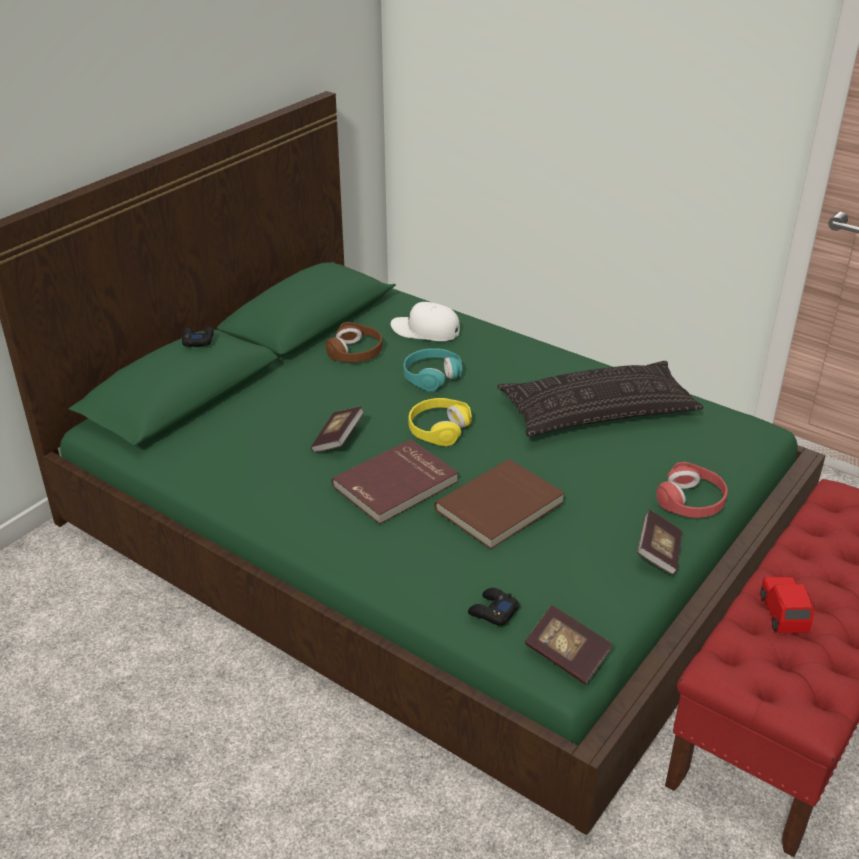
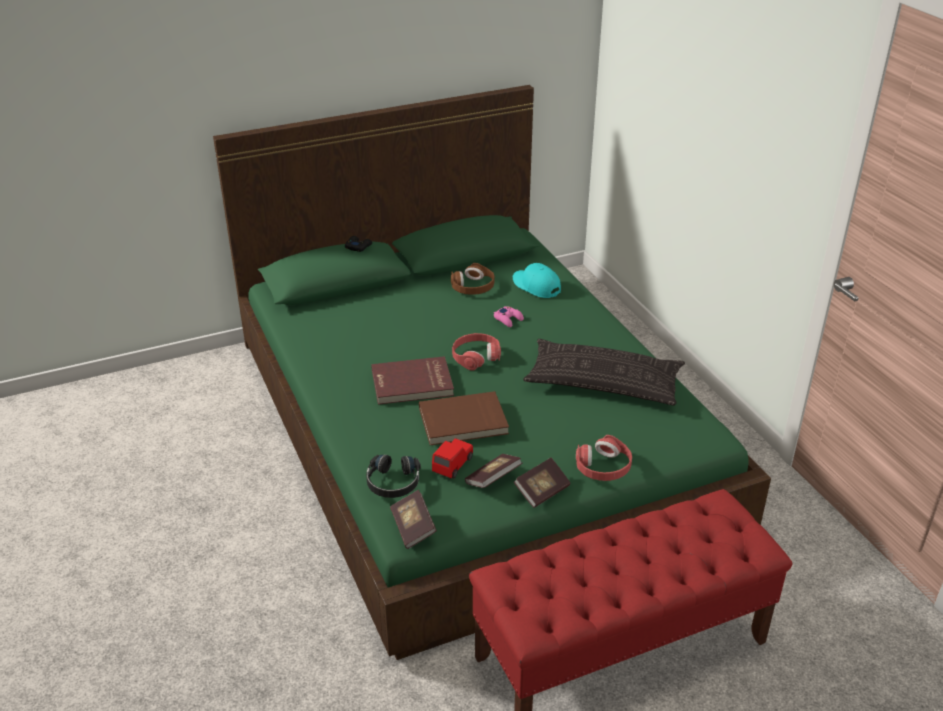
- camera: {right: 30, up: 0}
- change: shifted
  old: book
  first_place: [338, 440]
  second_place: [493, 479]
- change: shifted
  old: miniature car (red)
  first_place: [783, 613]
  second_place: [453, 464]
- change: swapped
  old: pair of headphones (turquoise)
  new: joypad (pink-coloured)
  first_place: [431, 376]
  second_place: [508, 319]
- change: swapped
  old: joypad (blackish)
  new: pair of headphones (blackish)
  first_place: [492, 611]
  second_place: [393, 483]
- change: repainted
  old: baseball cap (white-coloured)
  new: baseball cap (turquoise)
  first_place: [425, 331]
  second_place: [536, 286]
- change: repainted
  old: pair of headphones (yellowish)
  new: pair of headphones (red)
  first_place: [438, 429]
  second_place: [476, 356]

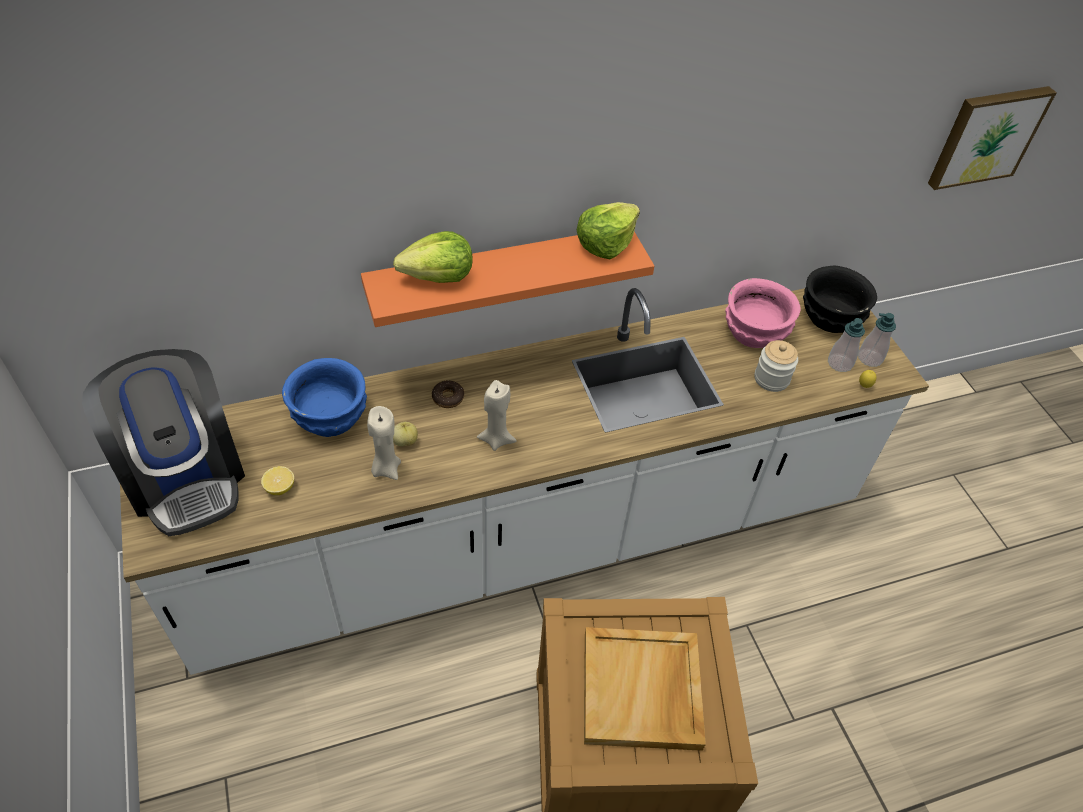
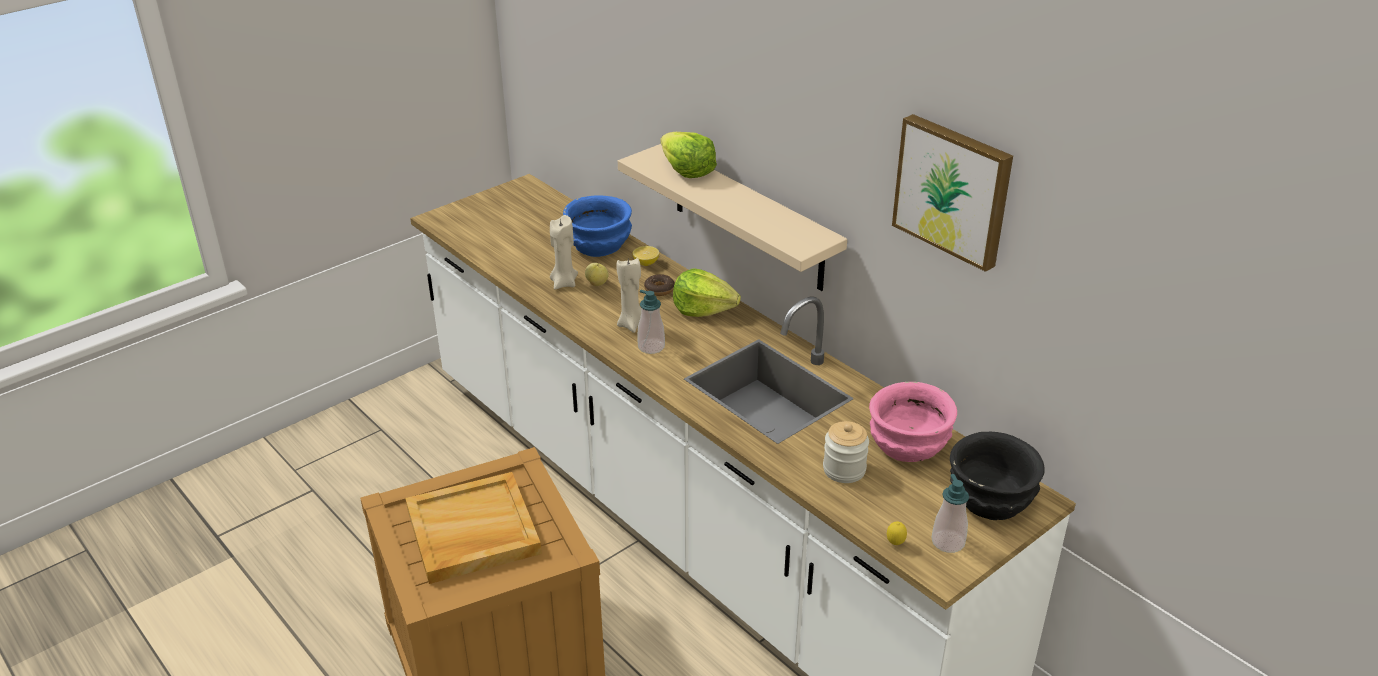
- camera: {right: 70, up: -15}
- change: gone
  old: coffee maker
  first_place: [185, 475]
- change: shifted
  old: lemon
  first_place: [280, 488]
  second_place: [646, 263]
- change: shifted
  old: head of lettuce
  first_place: [606, 243]
  second_place: [703, 309]
- change: shifted
  old: soap bottle
  first_place: [839, 363]
  second_place: [651, 347]
- change: shifted
  old: wall art
  first_place: [986, 136]
  second_place: [954, 190]
- change: repainted
  old: wall shelf (orangey)
  new: wall shelf (beige)
  first_place: [500, 275]
  second_place: [748, 218]

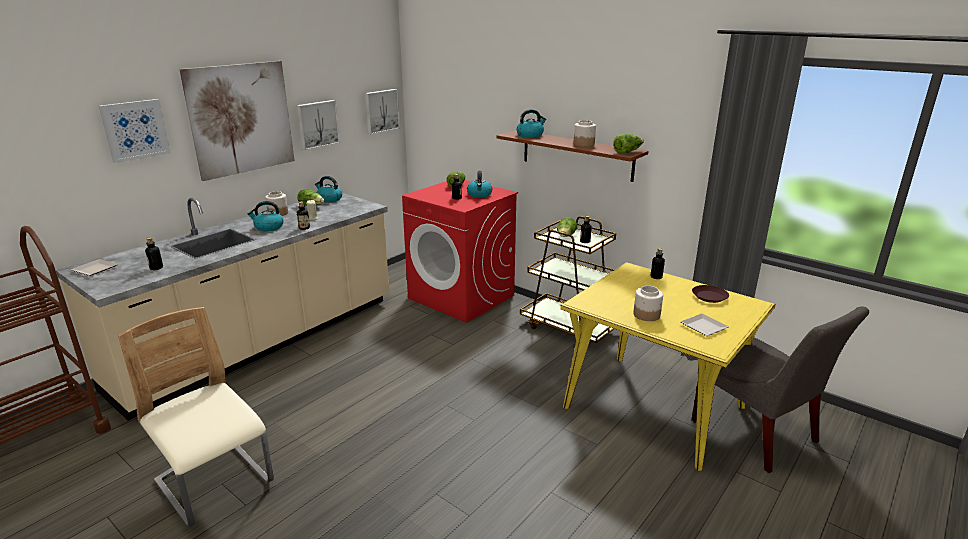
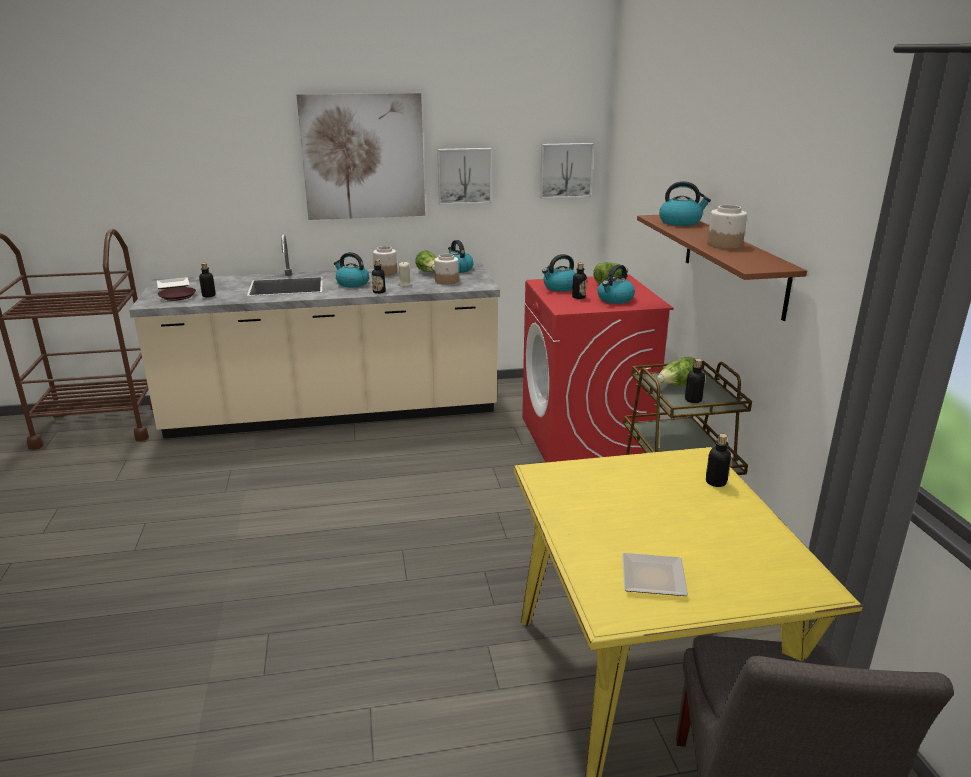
- camera: {right: 40, up: 0}
- change: gone
  old: wall art
  first_place: [135, 130]
- change: gone
  old: chair (beige)
  first_place: [215, 483]
- change: gone
  old: head of lettuce
  first_place: [627, 152]
- change: new
  new: tea kettle
  second_place: [560, 287]
- change: shifted
  old: jar
  first_place: [647, 315]
  second_place: [447, 281]
- change: shifted
  old: dinner plate (brown)
  first_place: [709, 296]
  second_place: [178, 296]

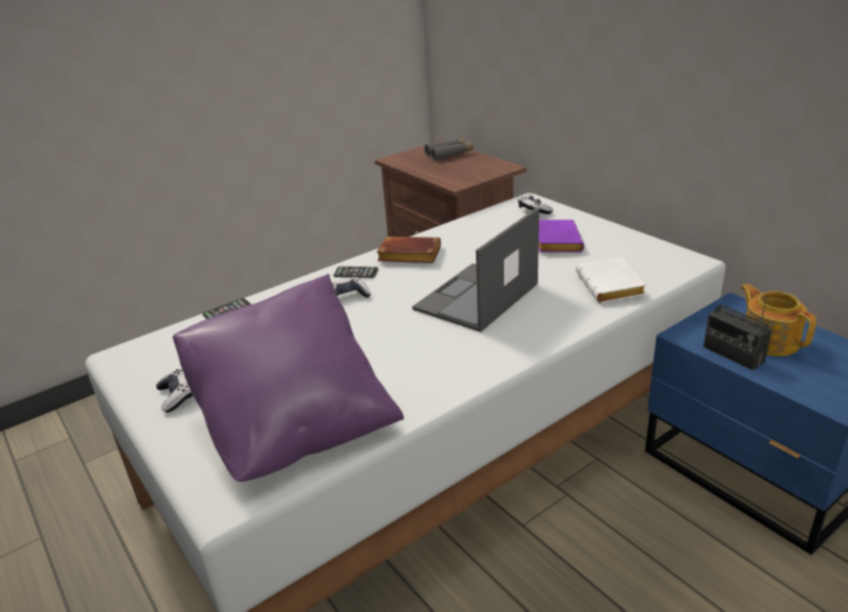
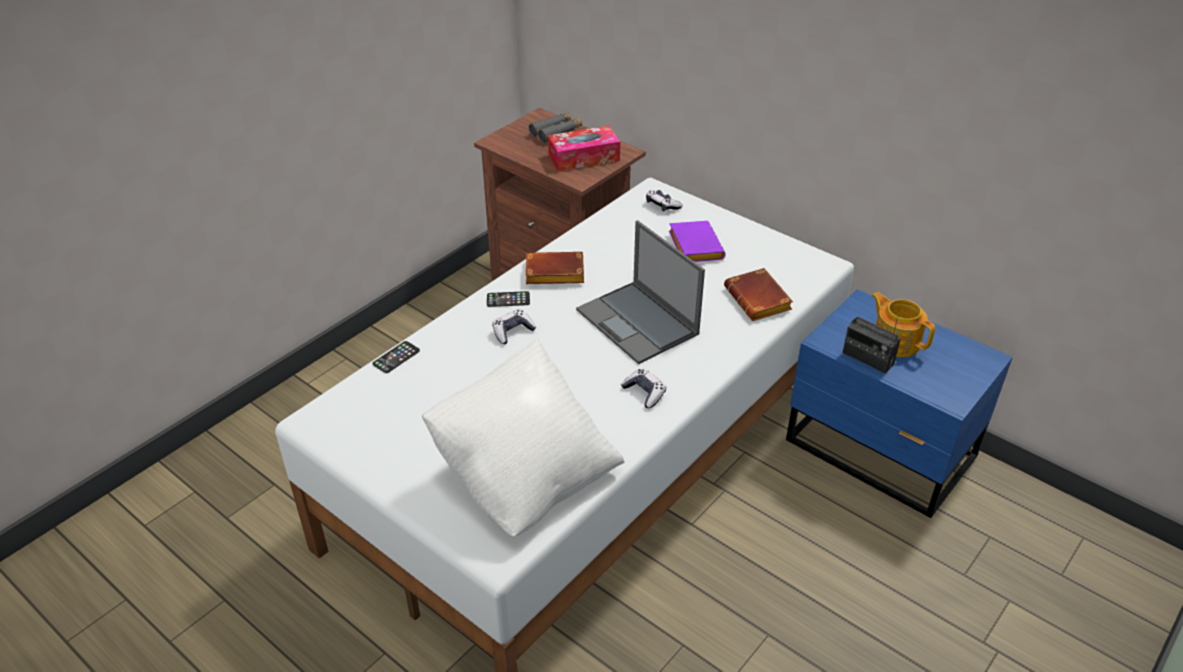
- camera: {right: -15, up: 10}
- change: new
  new: box of tissues
  second_place: [584, 158]
- change: shifted
  old: joypad
  first_place: [177, 396]
  second_place: [644, 393]
- change: repainted
  old: cushion (purple-coloured)
  new: cushion (white-coloured)
  first_place: [295, 425]
  second_place: [525, 476]
- change: repainted
  old: book (white-coloured)
  new: book (brown)
  first_place: [612, 286]
  second_place: [760, 300]
- change: rotated
  old: portable computer
  first_place: [476, 297]
  second_place: [638, 322]
  degrees: -60

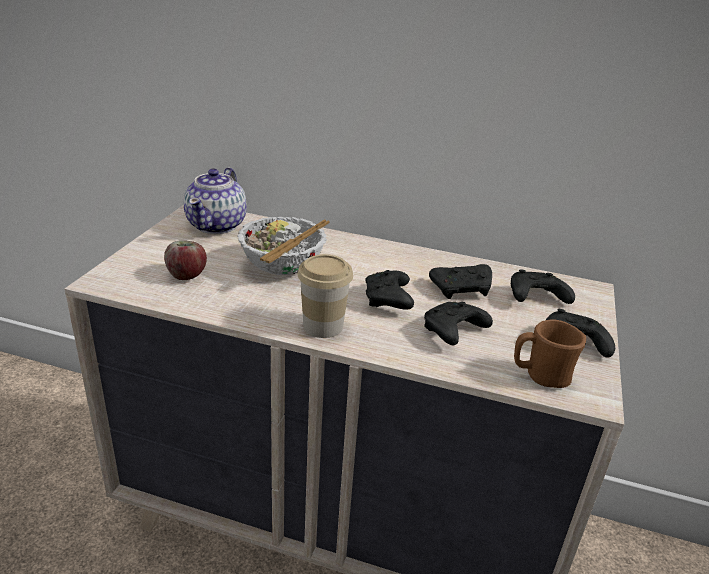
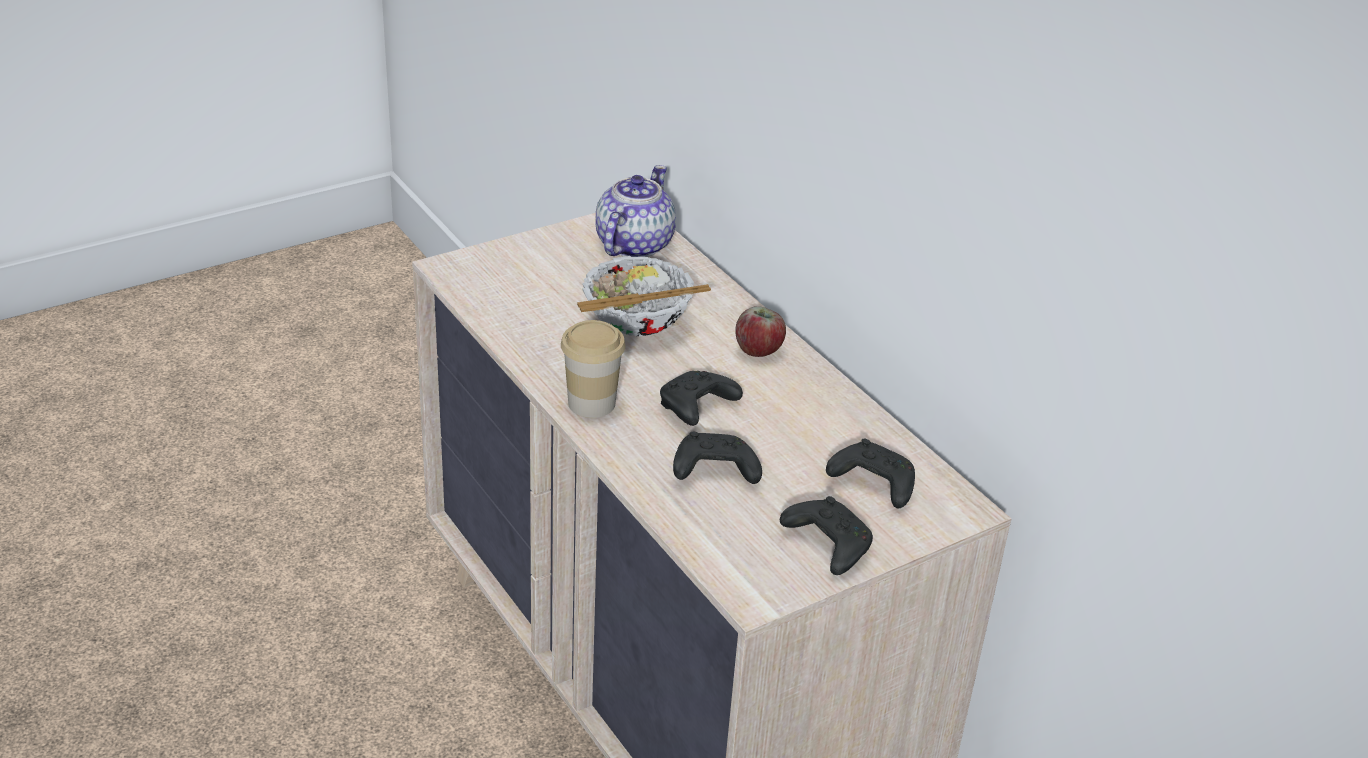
- camera: {right: 40, up: 5}
- change: gone
  old: joypad (blackish)
  first_place: [462, 289]
- change: gone
  old: tea mug (brown)
  first_place: [541, 376]
- change: shifted
  old: apple fruit
  first_place: [187, 275]
  second_place: [758, 350]
- change: rotated
  old: pot for tea
  first_place: [217, 225]
  second_place: [633, 245]
  degrees: 150

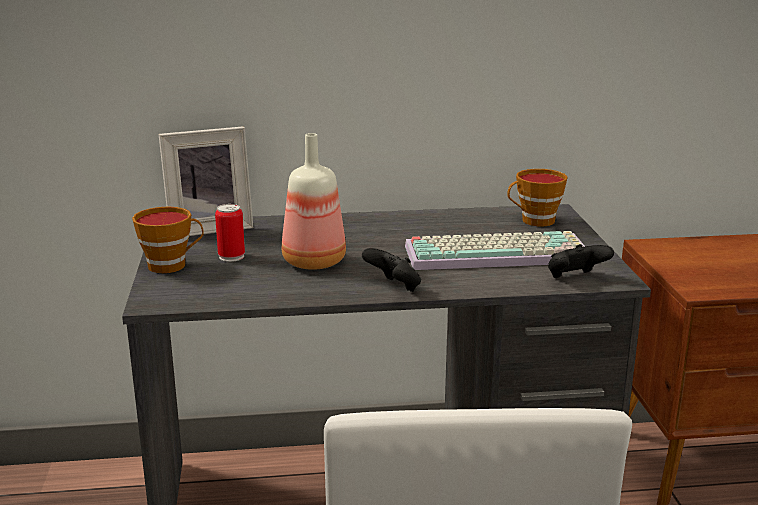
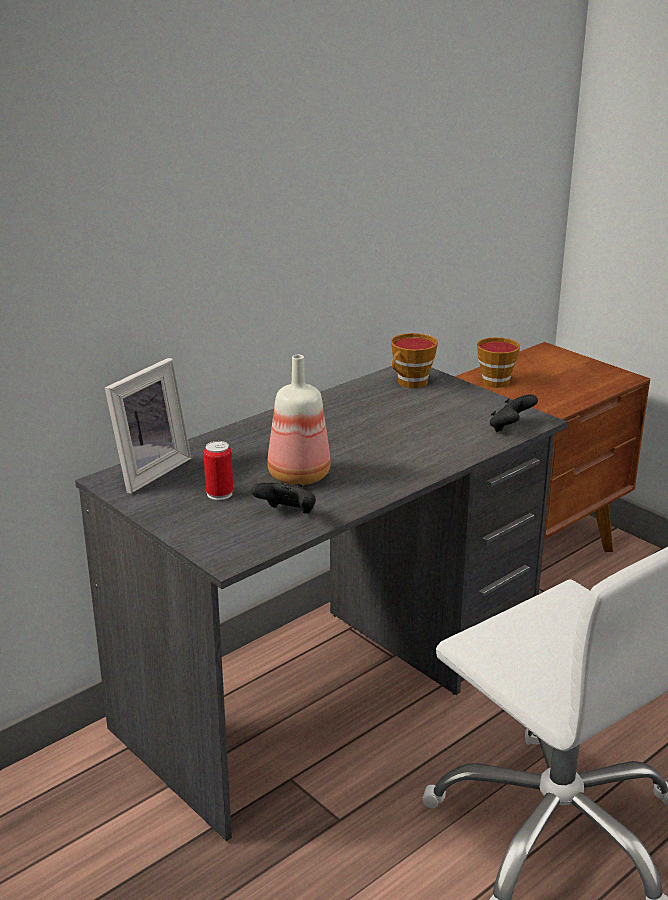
- camera: {right: -35, up: 5}
- change: gone
  old: computer keyboard
  first_place: [498, 253]
- change: shifted
  old: small cup
  first_place: [171, 265]
  second_place: [497, 381]
- change: shifted
  old: joypad (blackish)
  first_place: [394, 287]
  second_place: [287, 514]

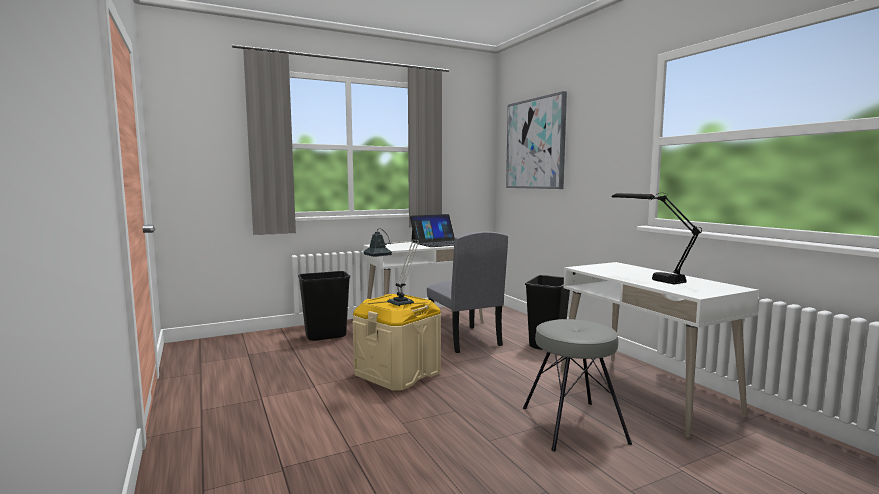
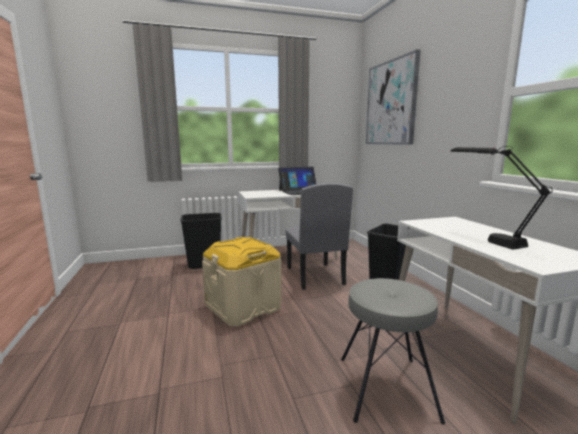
- camera: {right: 10, up: 5}
- change: gone
  old: lamp for a table
  first_place: [395, 304]

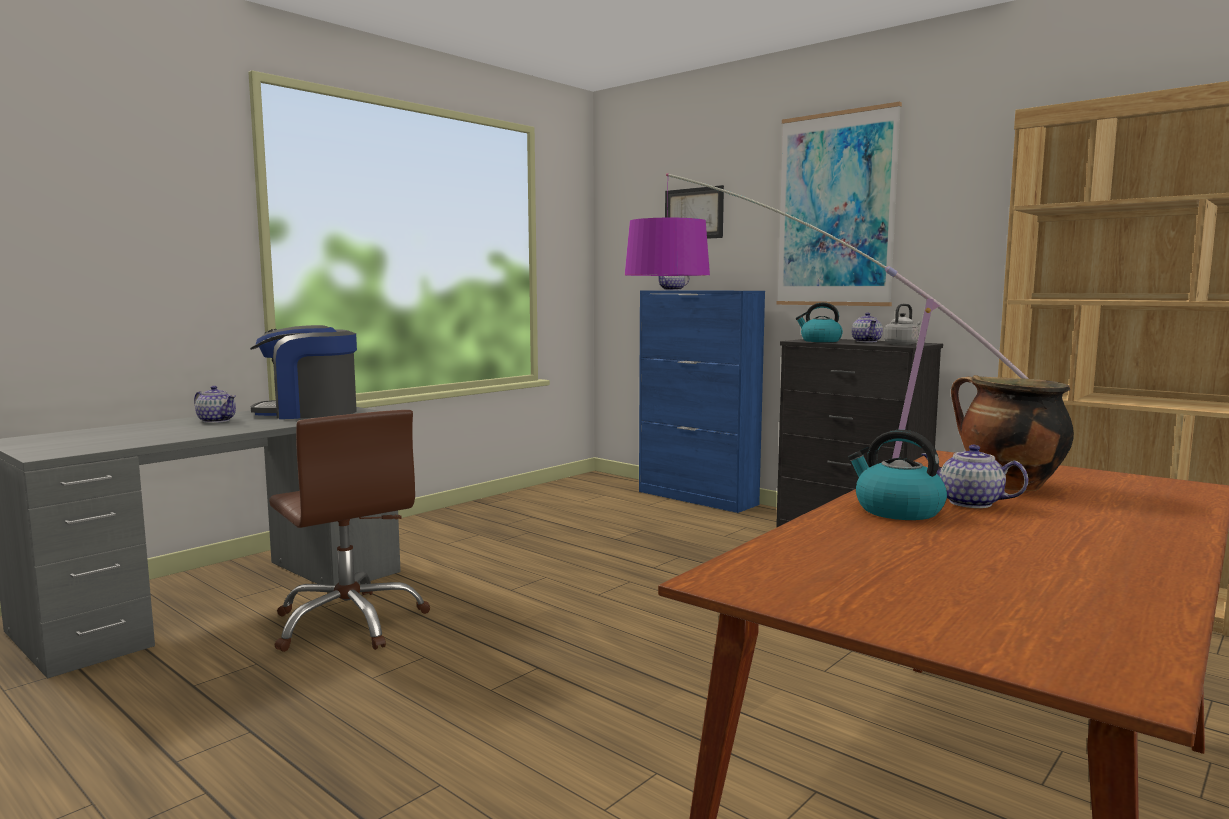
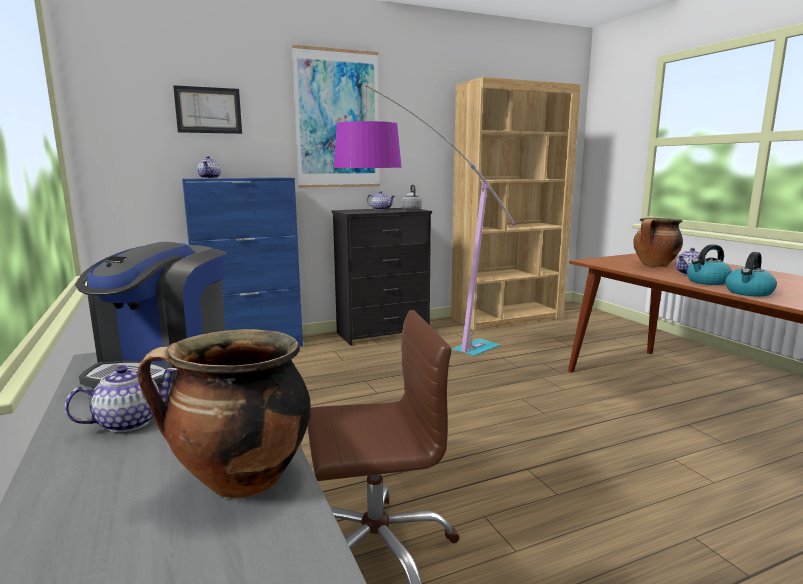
- camera: {right: -65, up: 5}
- change: new
  new: saucepot
  second_place: [240, 481]
- change: shifted
  old: tea kettle
  first_place: [820, 341]
  second_place: [749, 292]

